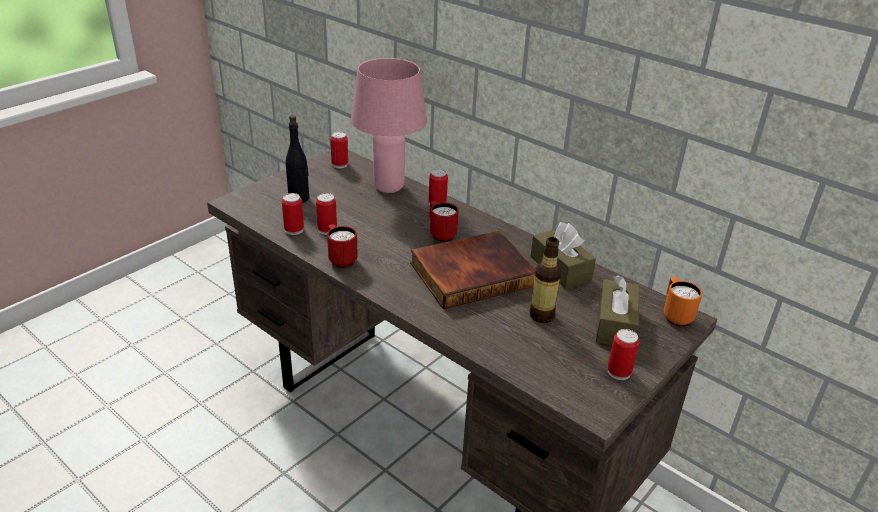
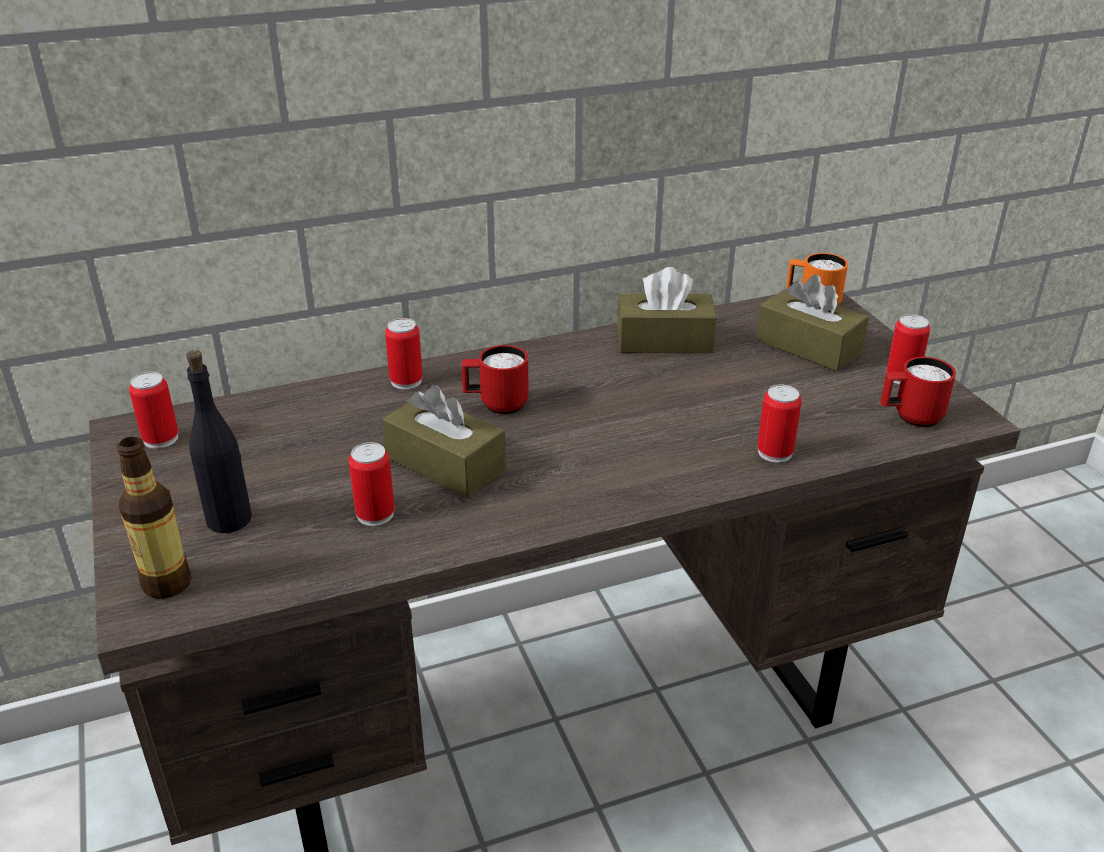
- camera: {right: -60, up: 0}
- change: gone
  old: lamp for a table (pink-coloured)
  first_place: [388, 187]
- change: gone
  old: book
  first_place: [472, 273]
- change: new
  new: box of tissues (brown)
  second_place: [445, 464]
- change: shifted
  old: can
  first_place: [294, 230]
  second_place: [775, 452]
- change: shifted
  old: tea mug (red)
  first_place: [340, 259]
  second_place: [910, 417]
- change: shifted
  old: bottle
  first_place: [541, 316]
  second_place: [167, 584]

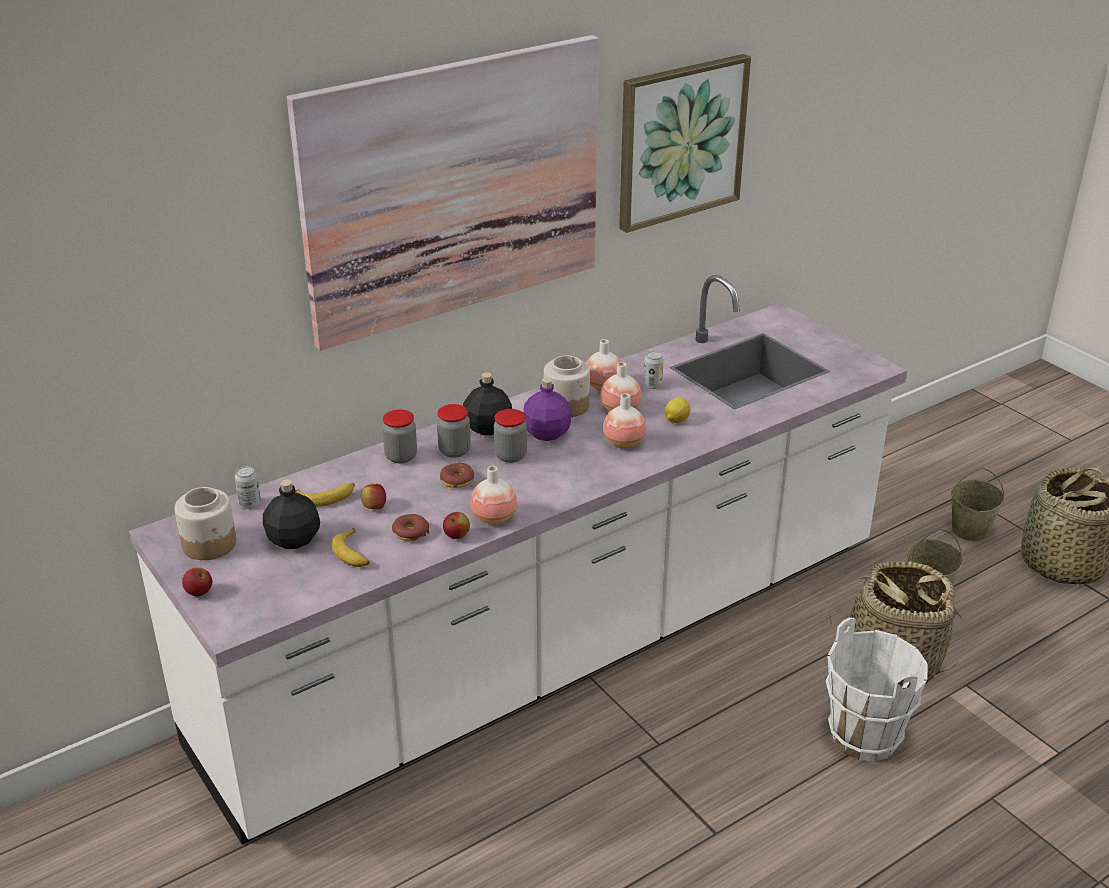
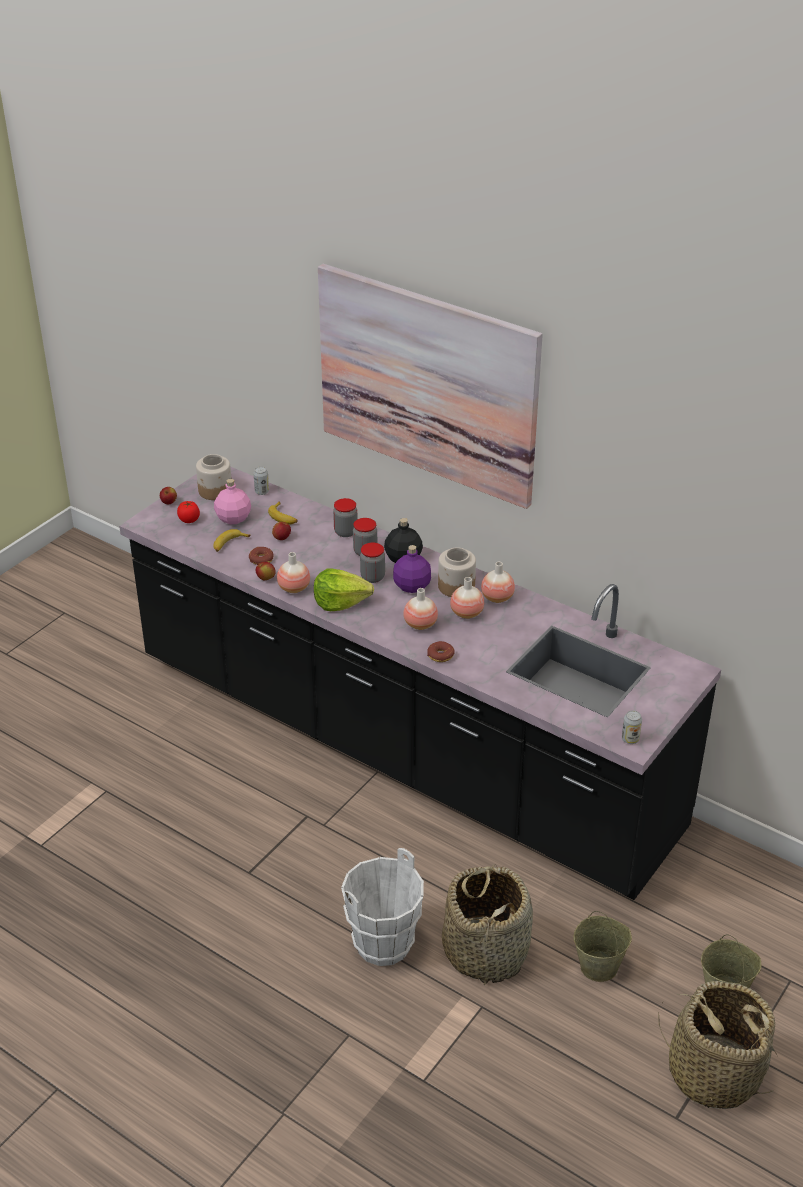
- camera: {right: 70, up: 5}
- change: gone
  old: wall art
  first_place: [680, 141]
- change: gone
  old: lemon
  first_place: [676, 421]
- change: new
  new: tomato
  second_place: [189, 520]
- change: new
  new: head of lettuce
  second_place: [340, 602]
- change: shifted
  old: ring doughnut
  first_place: [457, 480]
  second_place: [440, 655]
- change: shifted
  old: can
  first_place: [652, 385]
  second_place: [630, 739]
- change: repainted
  old: kitchen base unit (white-coloured)
  new: kitchen base unit (blackish)
  first_place: [554, 646]
  second_place: [401, 744]
- change: repainted
  old: bottle (blackish)
  new: bottle (pink-coloured)
  first_place: [294, 540]
  second_place: [233, 518]

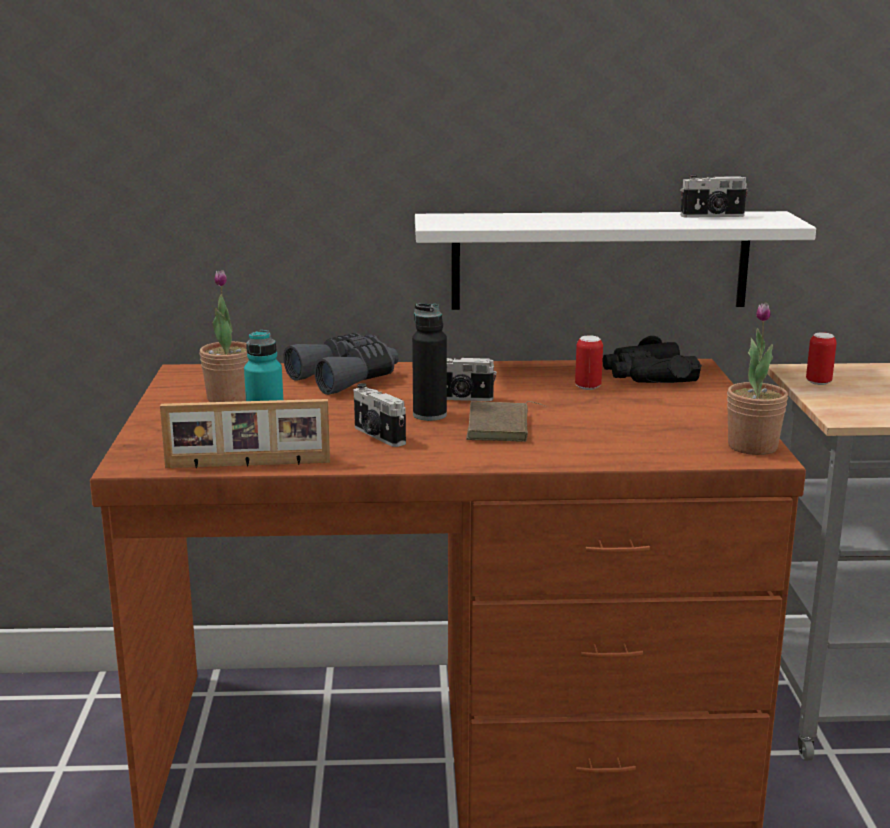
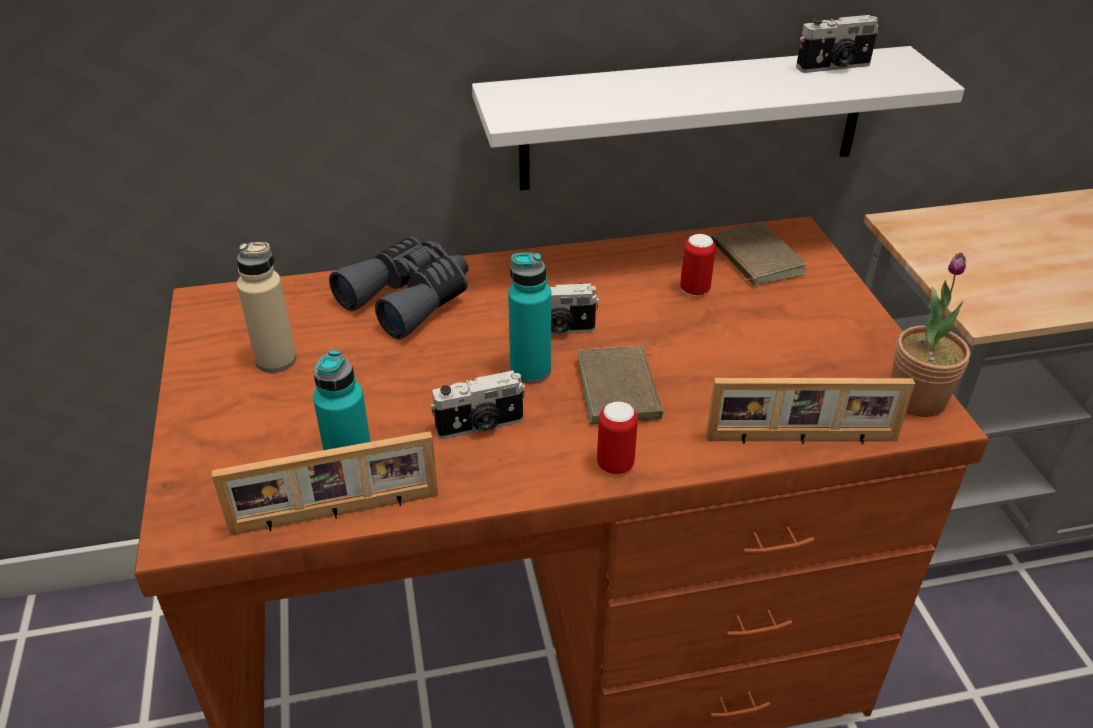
- camera: {right: -10, up: 20}
- change: new
  new: picture frame
  second_place: [801, 440]
- change: shifted
  old: can
  first_place: [818, 382]
  second_place: [615, 464]
- change: swapped
  old: houseplant
  new: bottle (beige)
  first_place: [229, 399]
  second_place: [276, 360]
- change: swapped
  old: binoculars (blackish)
  new: book (brown)
  first_place: [648, 375]
  second_place: [753, 259]
- change: repainted
  old: bottle (blackish)
  new: bottle (turquoise)
  first_place: [429, 415]
  second_place: [530, 371]
- change: rotated
  old: still camera
  first_place: [377, 436]
  second_place: [480, 426]
  degrees: -60

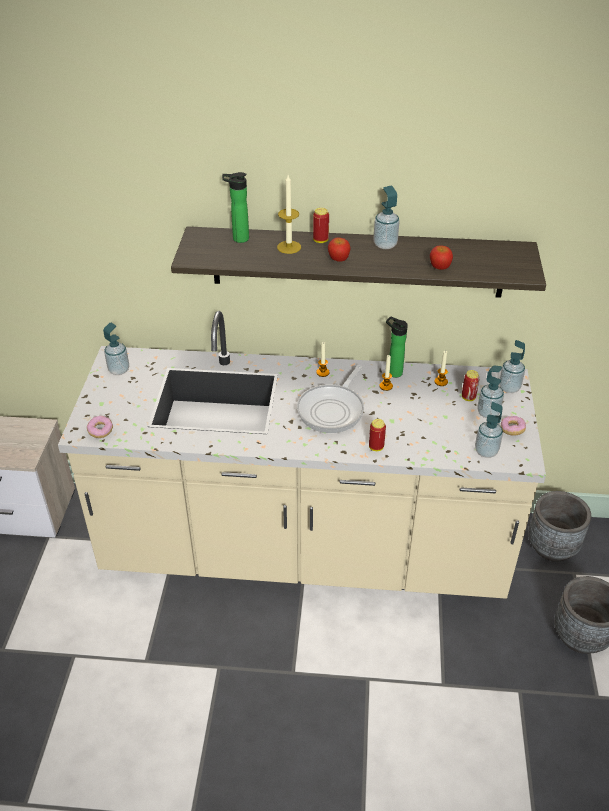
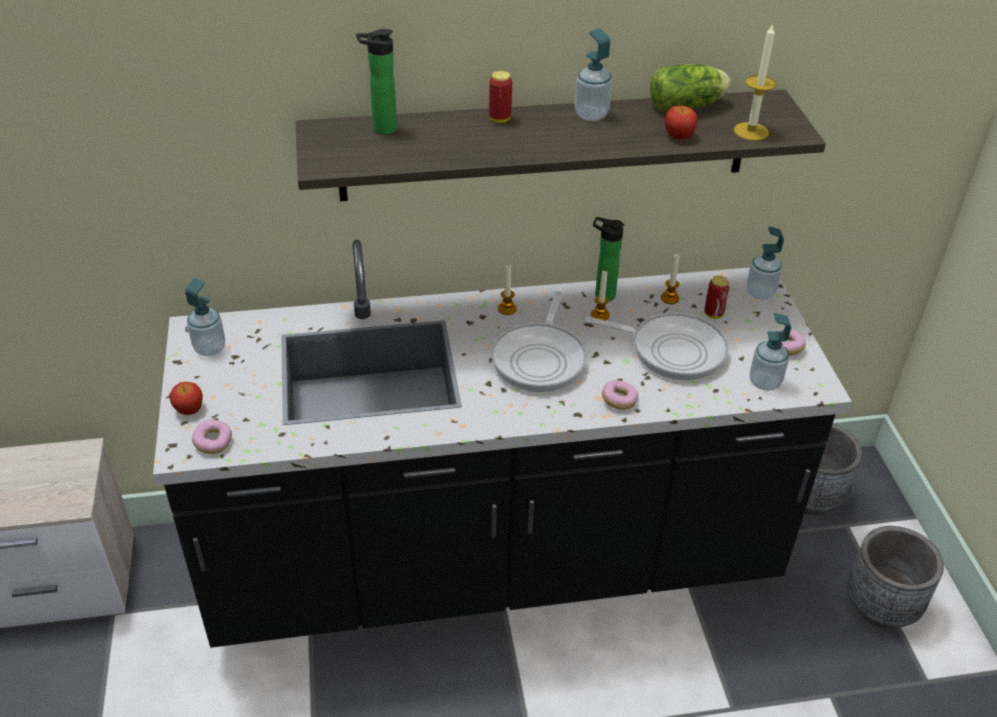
- camera: {right: -15, up: 0}
- change: gone
  old: soap bottle
  first_place: [488, 413]
- change: new
  new: skillet
  second_place: [672, 350]
- change: new
  new: head of lettuce
  second_place: [688, 106]
- change: shifted
  old: wax candle
  first_place: [289, 247]
  second_place: [751, 131]
- change: shifted
  old: apple fruit
  first_place: [338, 259]
  second_place: [189, 409]
- change: swapped
  old: can
  new: ring doughnut
  first_place: [376, 447]
  second_place: [619, 401]
- change: repainted
  old: kitchen base unit (beige)
  new: kitchen base unit (blackish)
  first_place: [304, 552]
  second_place: [493, 565]

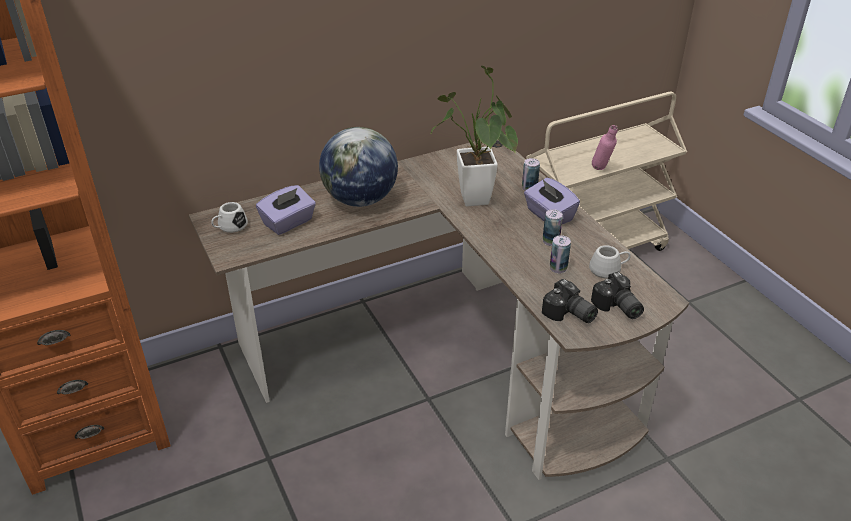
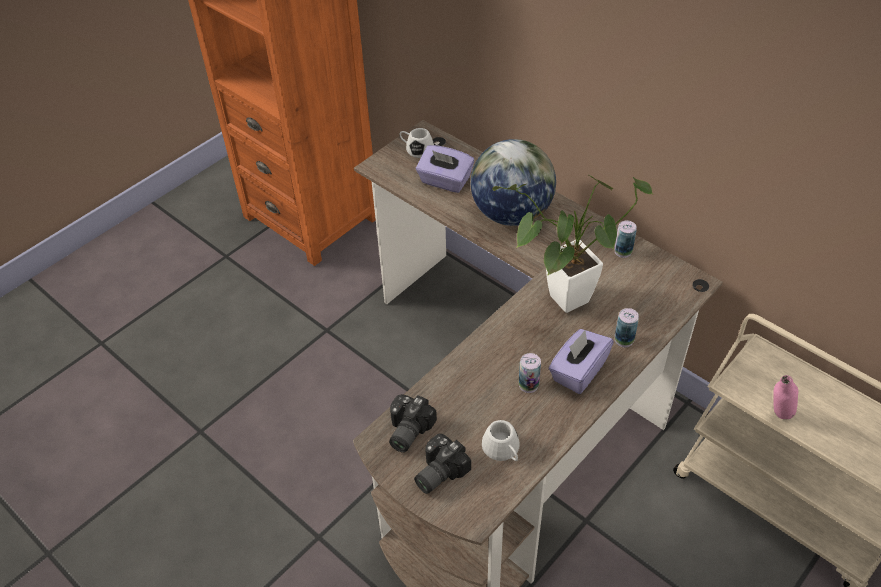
- camera: {right: 70, up: 10}
- change: shifted
  old: can
  first_place: [558, 268]
  second_place: [623, 251]

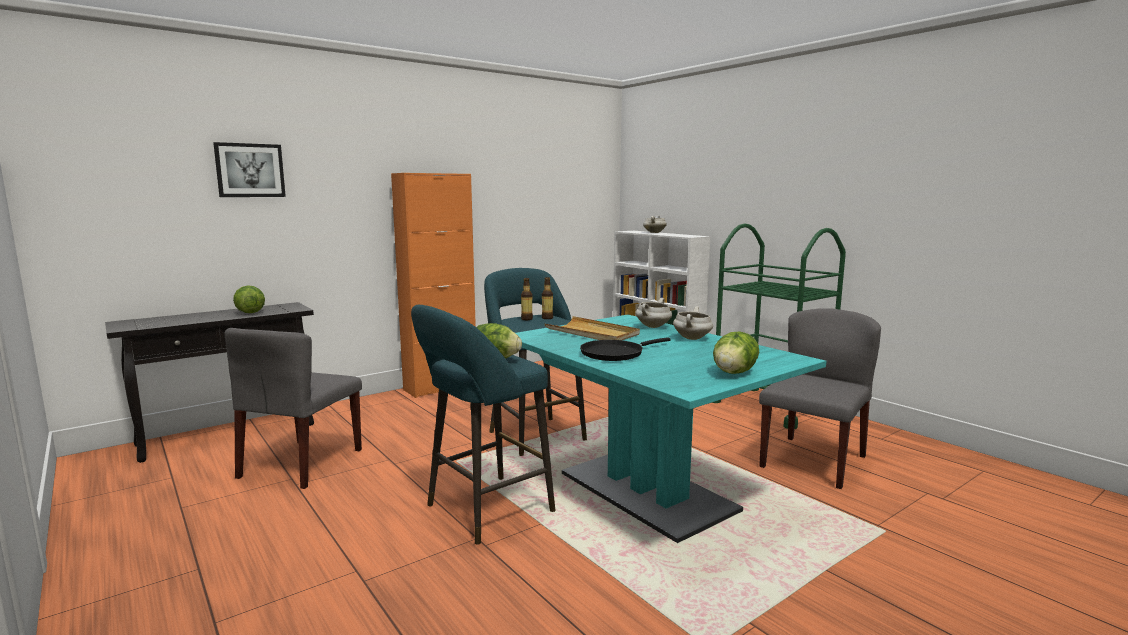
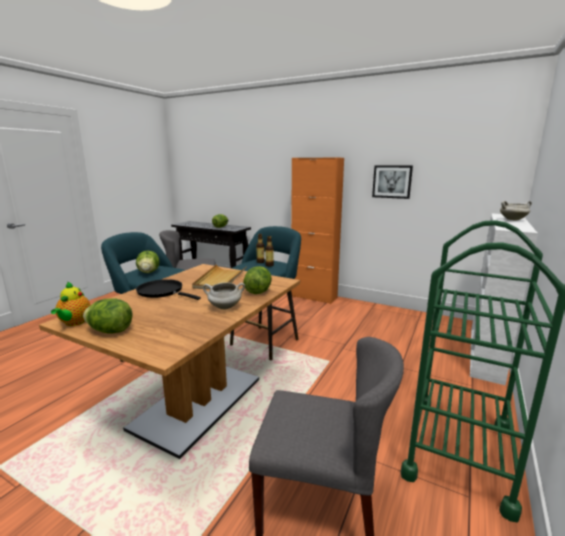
- camera: {right: 65, up: 5}
- change: new
  new: pot for tea
  second_place: [74, 323]
- change: shifted
  old: wall art
  first_place: [250, 170]
  second_place: [392, 181]
- change: swapped
  old: saucepot (white-coloured)
  new: head of lettuce
  first_place: [653, 327]
  second_place: [258, 291]
- change: repainted
  old: kitchen table (turquoise)
  new: kitchen table (brown)
  first_place: [646, 492]
  second_place: [198, 403]

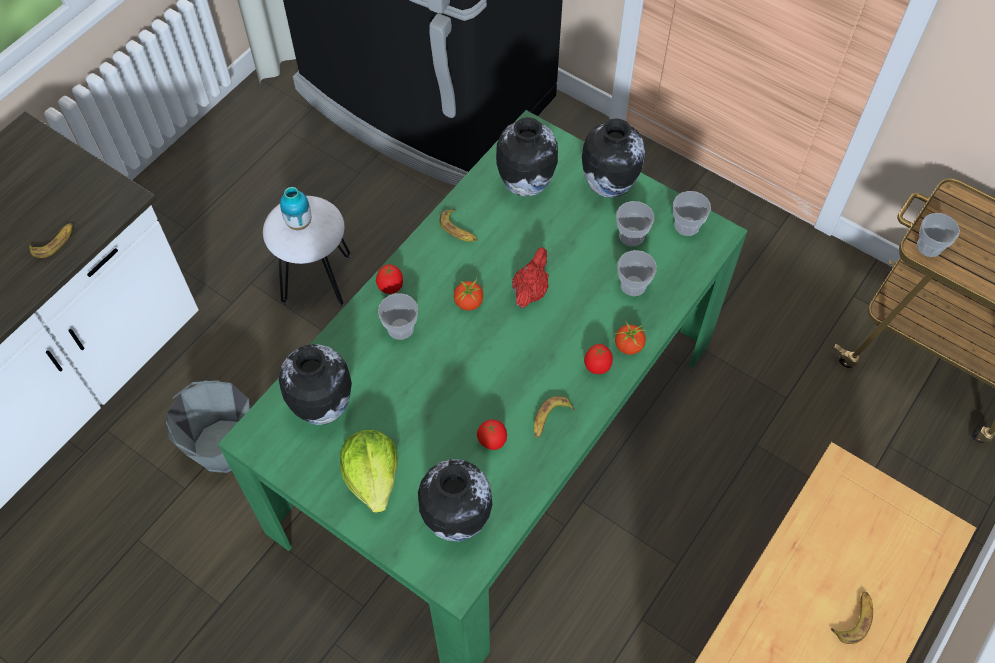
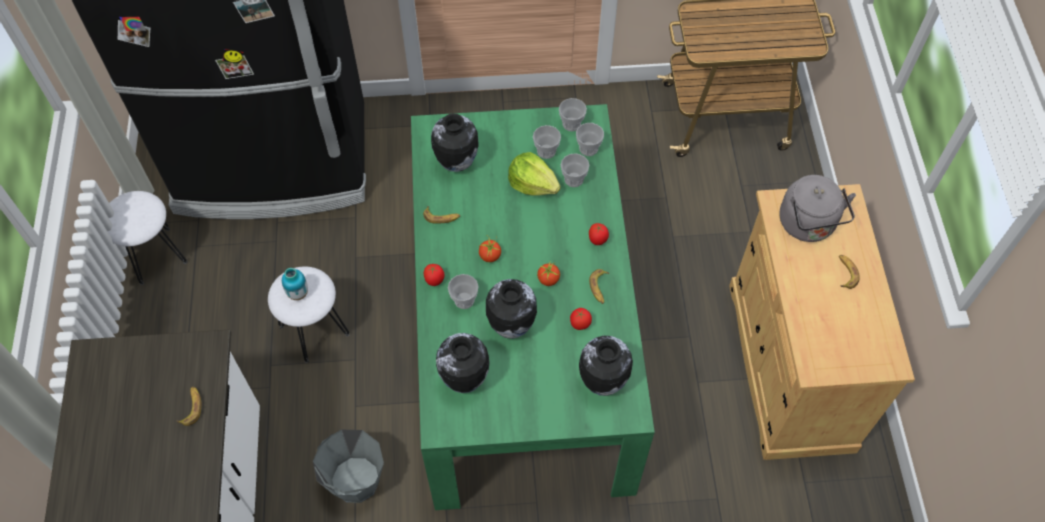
- camera: {right: -40, up: 0}
- change: gone
  old: pot for tea (red)
  first_place: [530, 291]
- change: new
  new: stool (white-coloured)
  second_place: [154, 256]
- change: new
  new: tea kettle (grey)
  second_place: [808, 225]
- change: shifted
  old: head of lettuce
  first_place: [373, 476]
  second_place: [532, 184]
- change: shifted
  old: flower vase
  first_place: [608, 187]
  second_place: [511, 326]
- change: shifted
  old: tomato
  first_place: [628, 346]
  second_place: [548, 279]
- change: shifted
  old: small cup
  first_place: [929, 246]
  second_place: [588, 148]

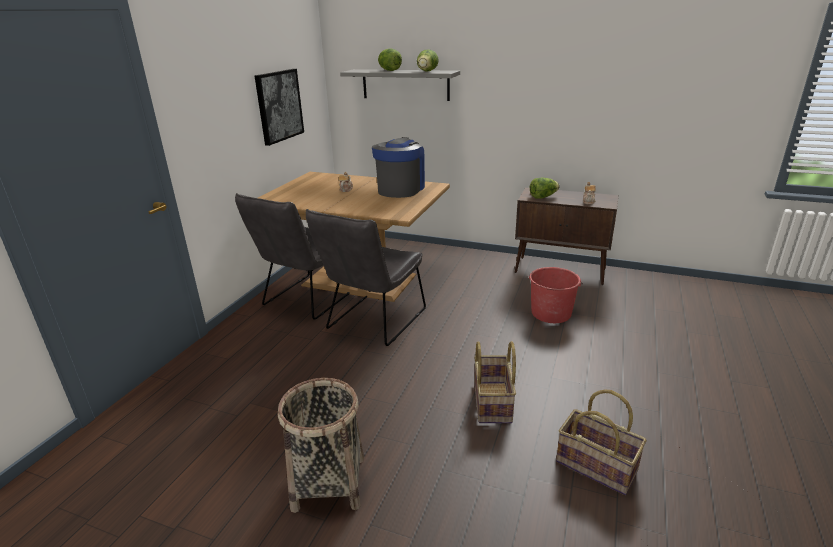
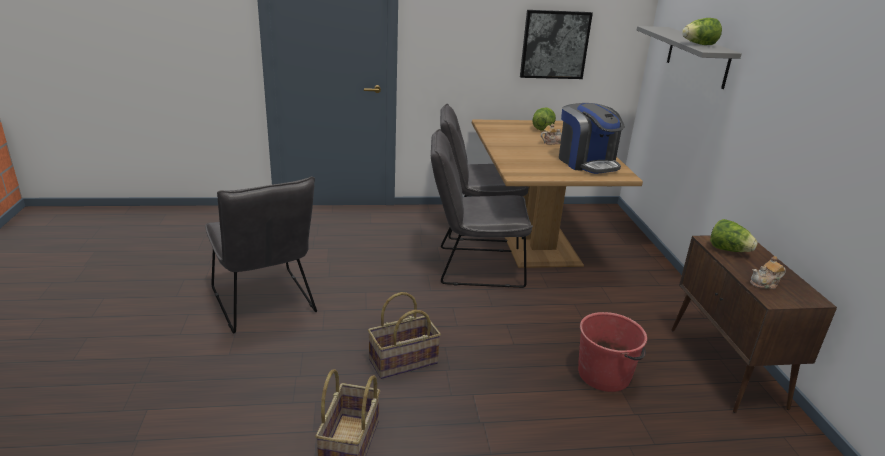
- camera: {right: 60, up: 0}
- change: shifted
  old: head of lettuce
  first_place: [389, 70]
  second_place: [542, 129]
- change: swapped
  old: basket
  new: chair (grey)
  first_place: [329, 483]
  second_place: [265, 304]
- change: rotated
  old: coffee maker
  first_place: [400, 189]
  second_place: [587, 162]
  degrees: 75

